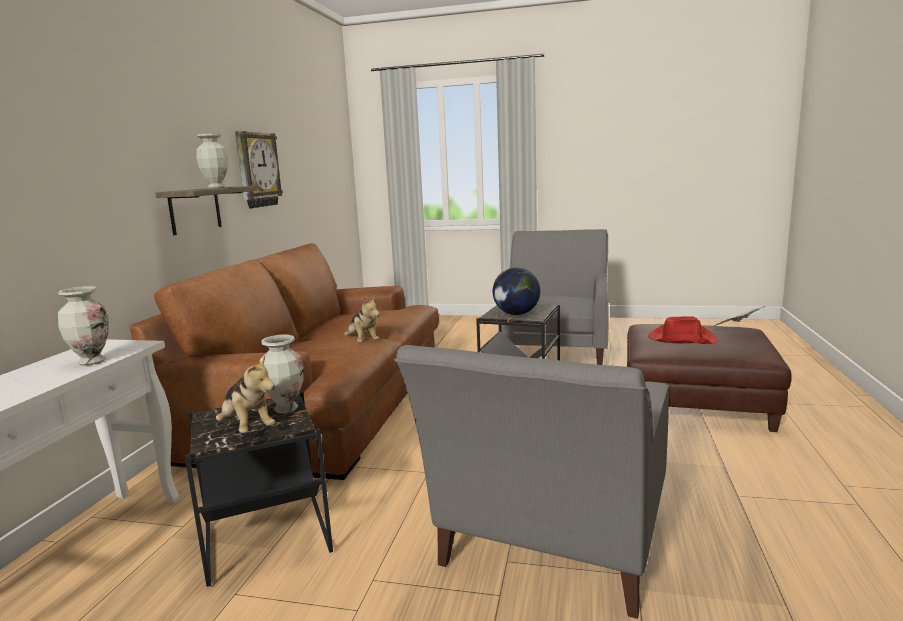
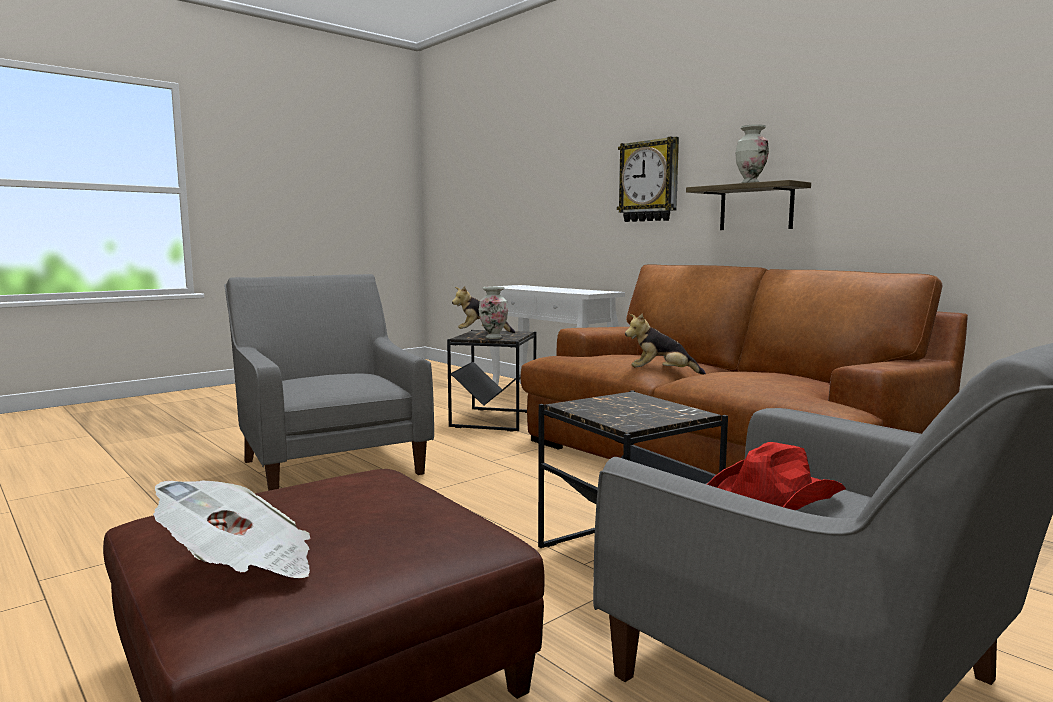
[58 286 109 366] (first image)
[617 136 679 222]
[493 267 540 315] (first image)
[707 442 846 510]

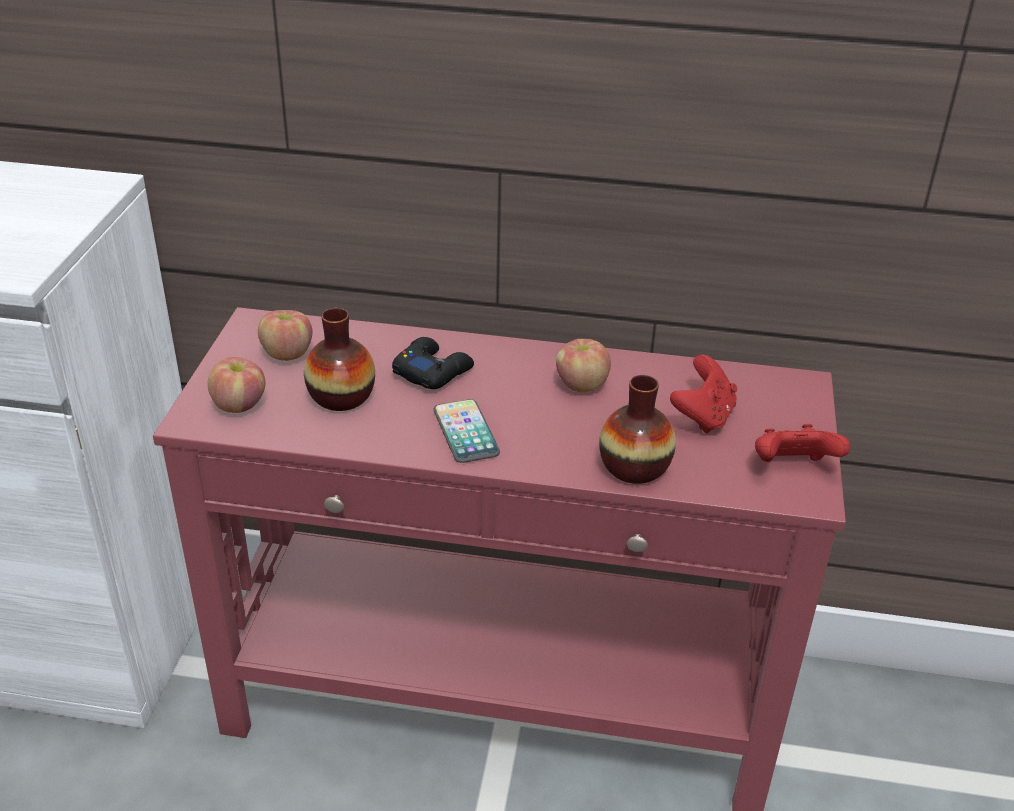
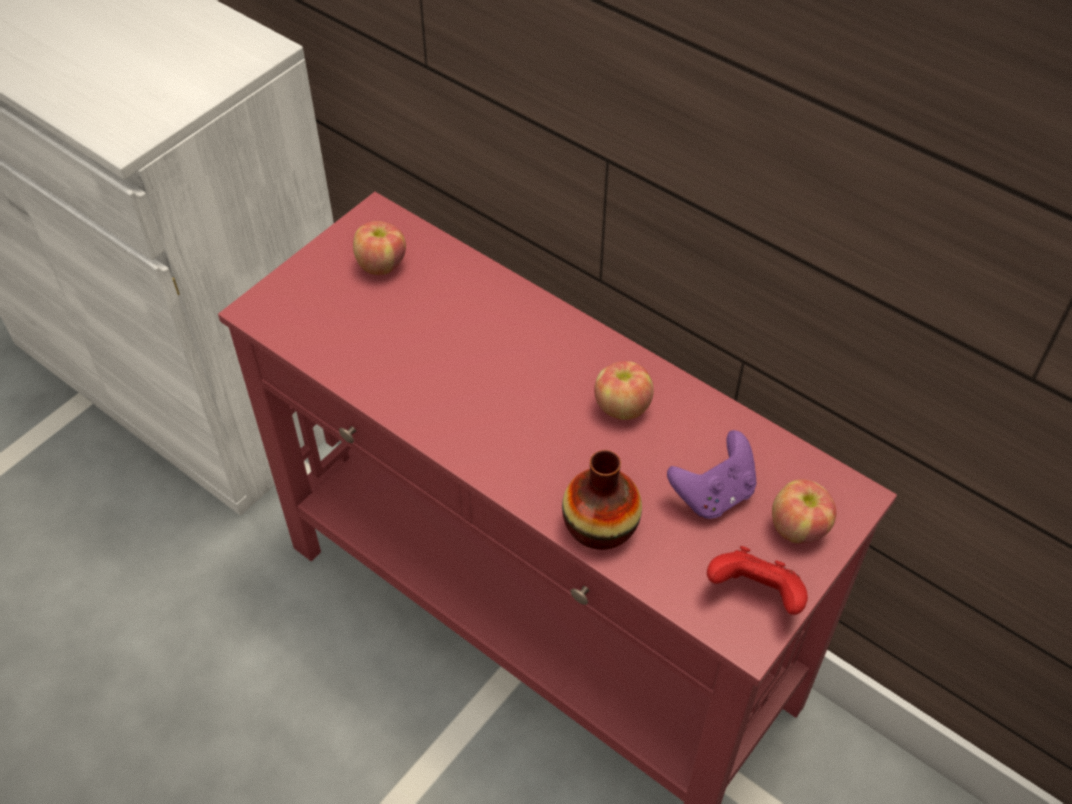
[772 479 837 543]
[304 308 375 411] (first image)
[392 337 474 389] (first image)
[433 399 500 463] (first image)
[667 430 757 519]

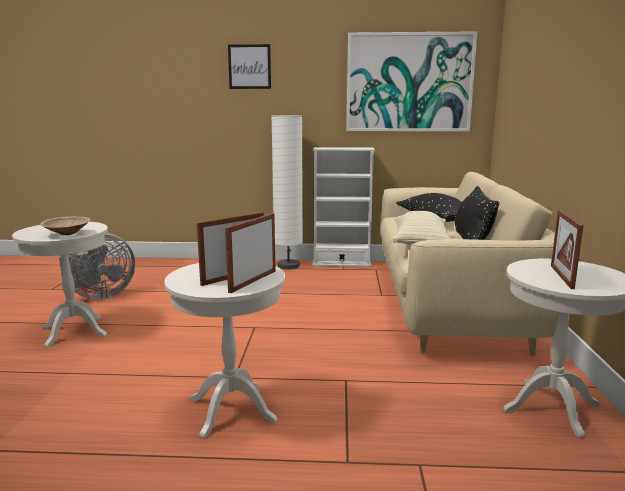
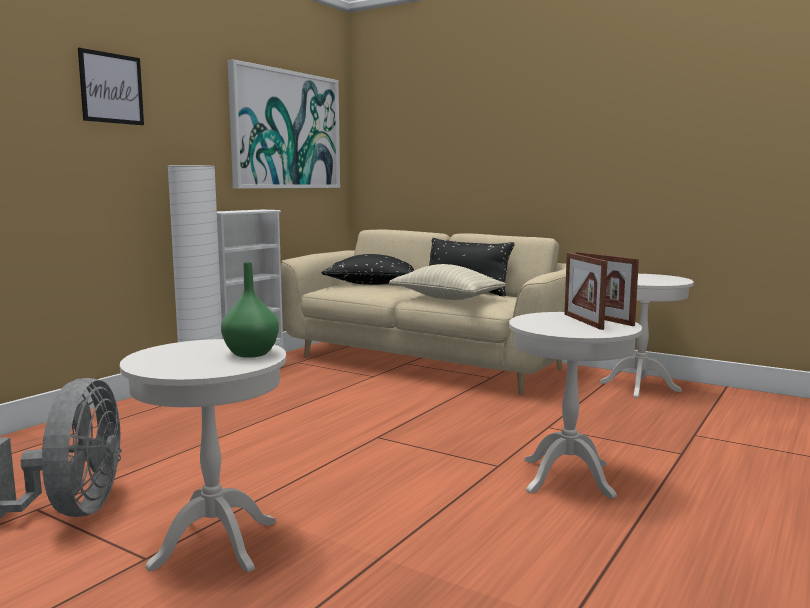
[221 262 279 358]
[551 210 583 289] (first image)

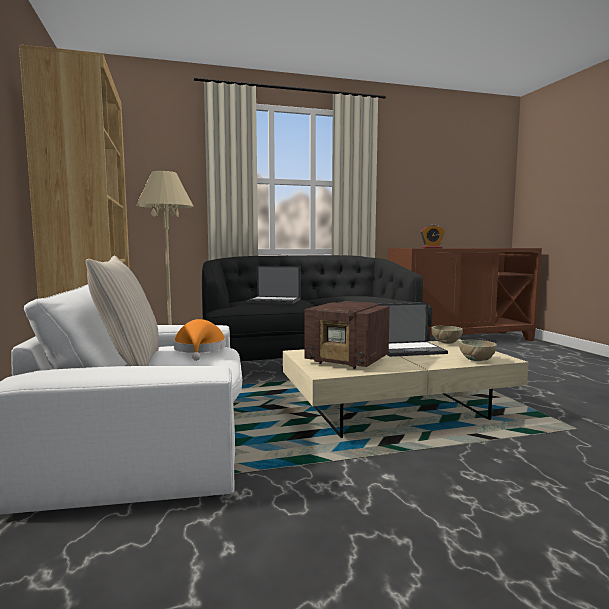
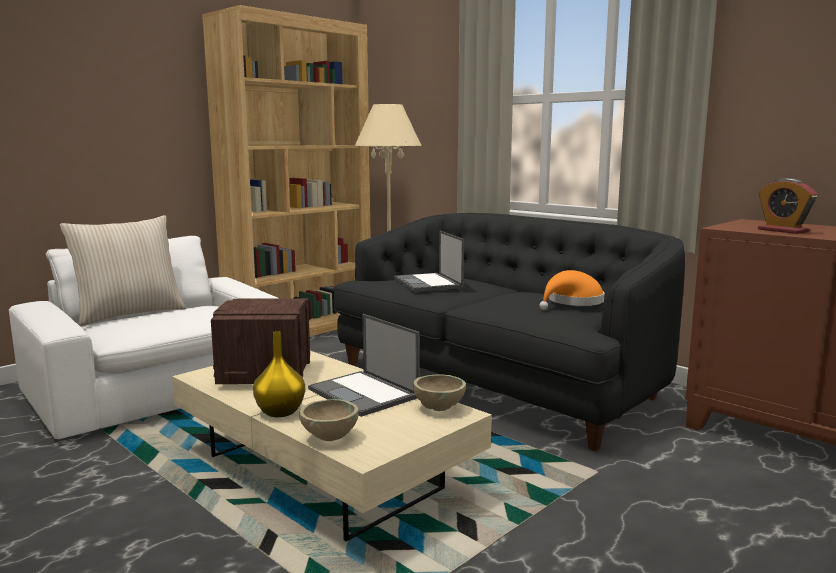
[539 270 605 310]
[253 331 305 417]

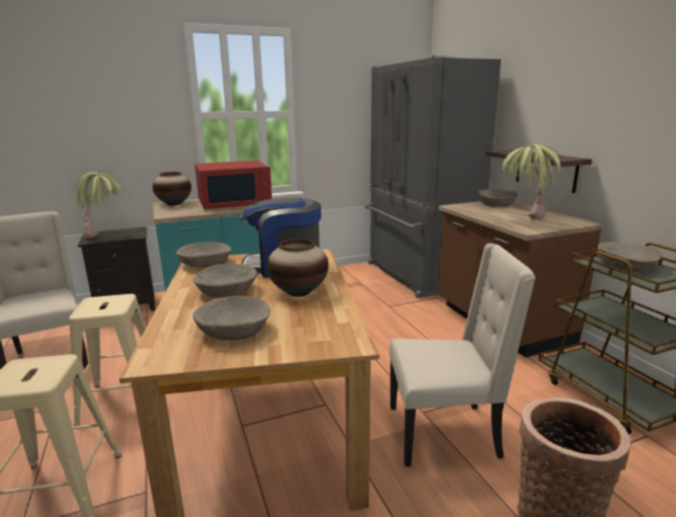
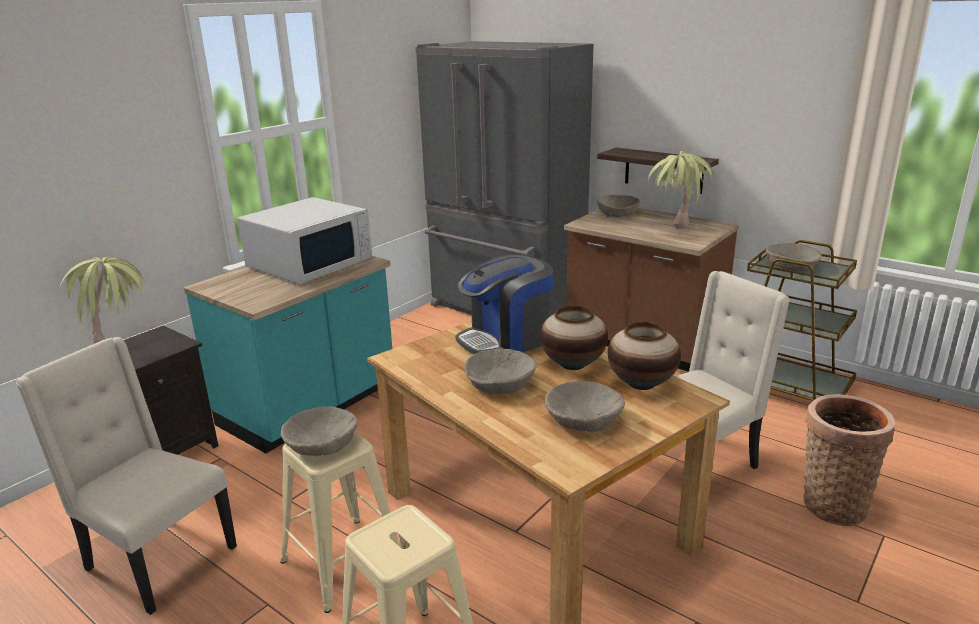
[608 322 681 390]
[280 407 358 456]
[237 197 372 284]

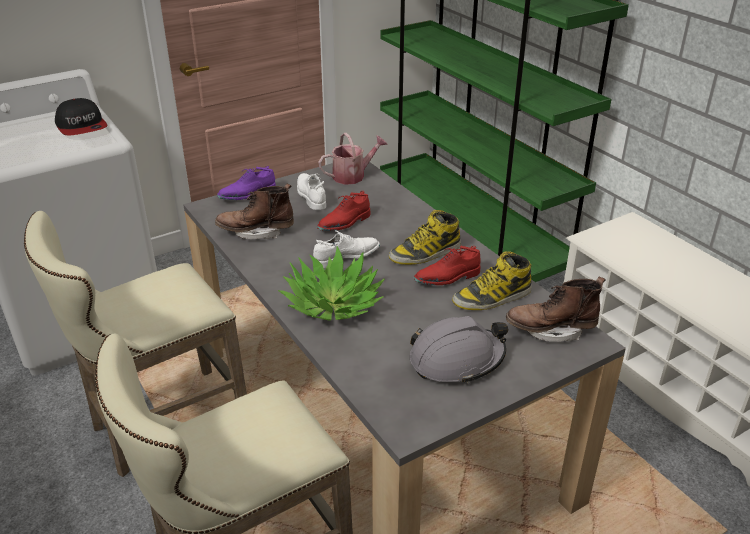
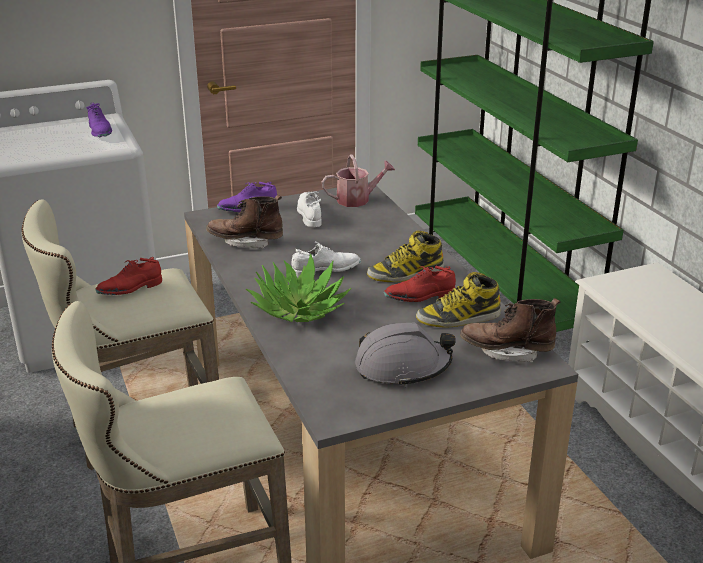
[86 103 112 138]
[95 257 162 295]

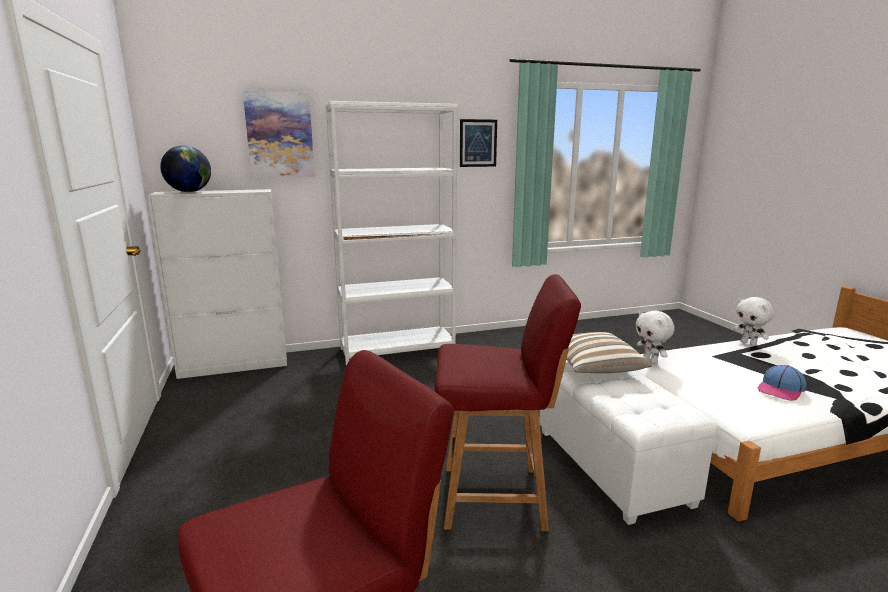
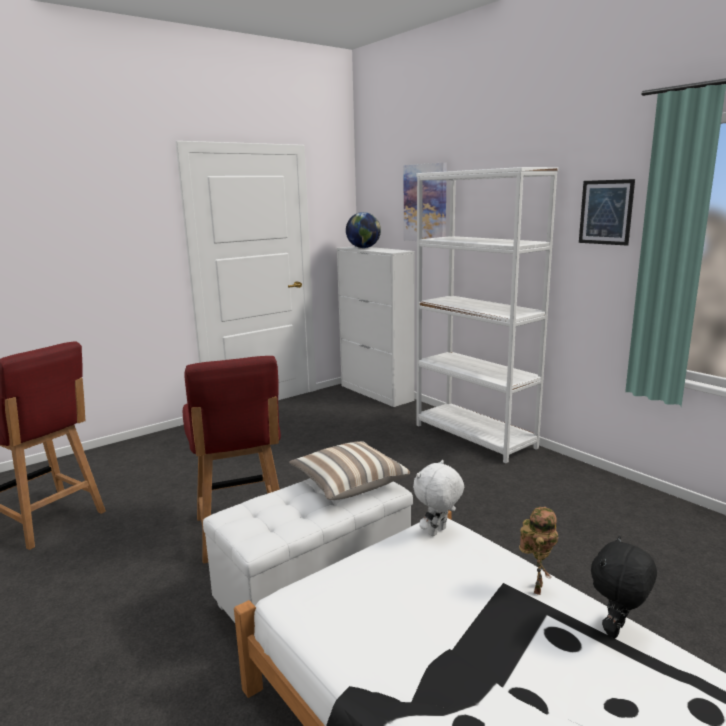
[591 536 657 638]
[758 365 806 401] (first image)
[519 507 558 595]

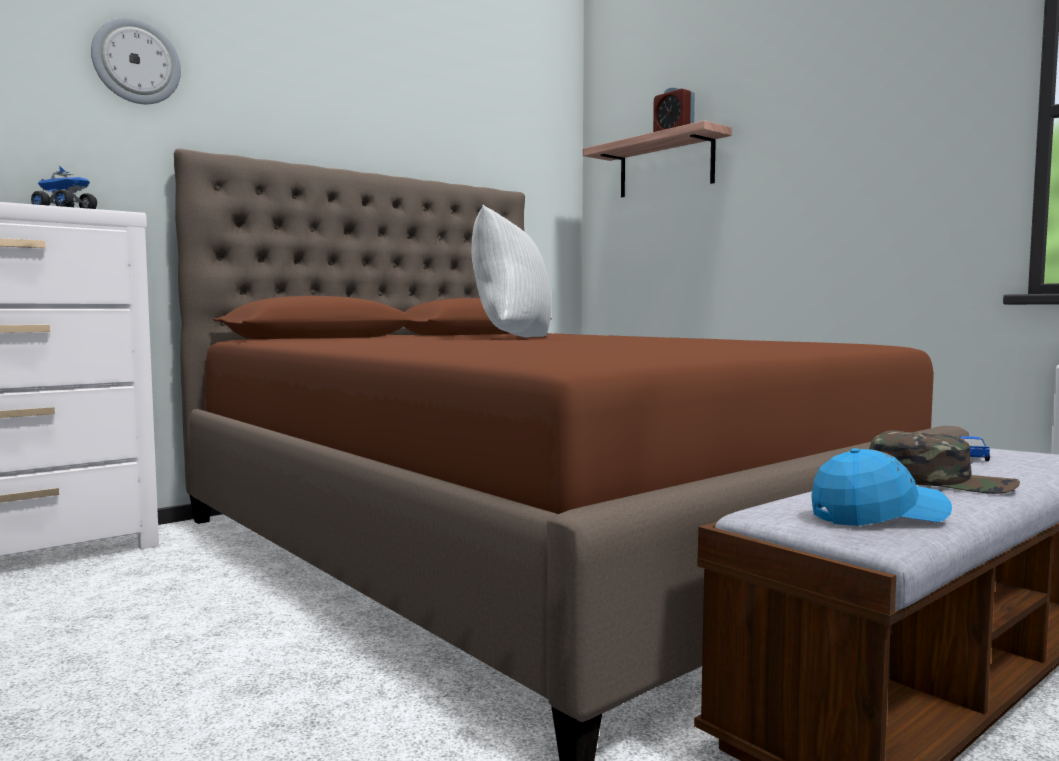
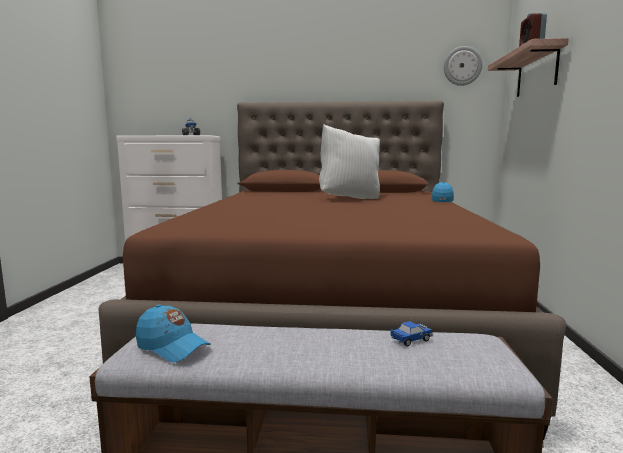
[444 46 482 86]
[869 430 1020 494] (first image)
[432 182 454 202]

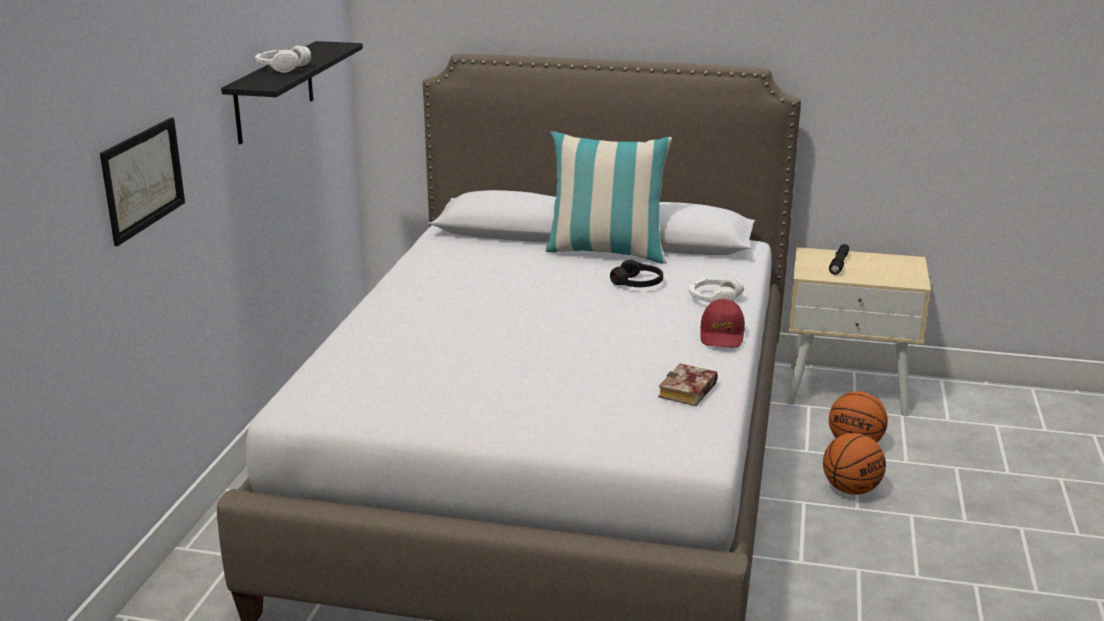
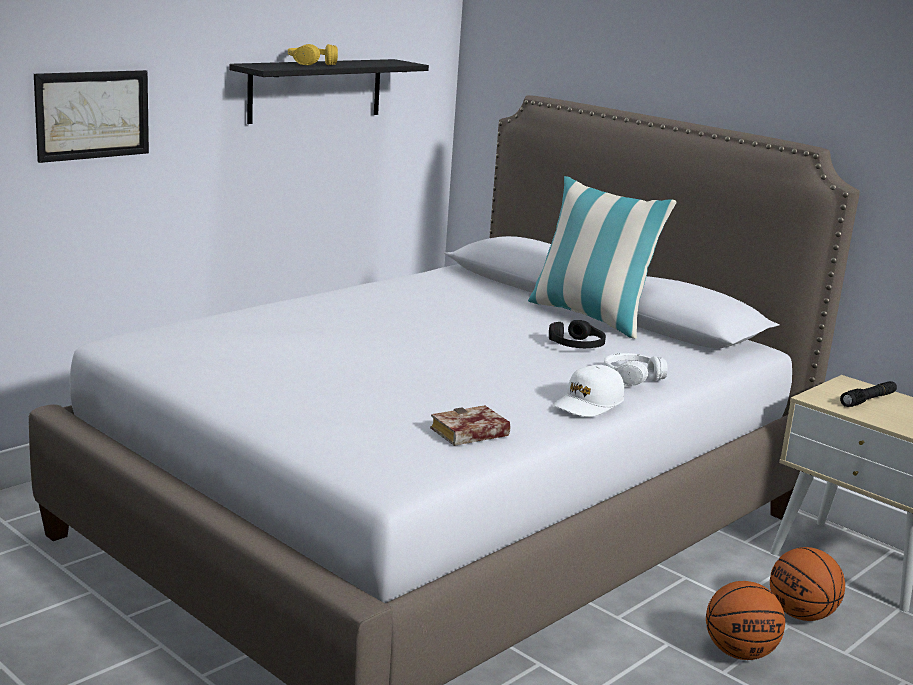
[288 44 338 65]
[553 365 624 417]

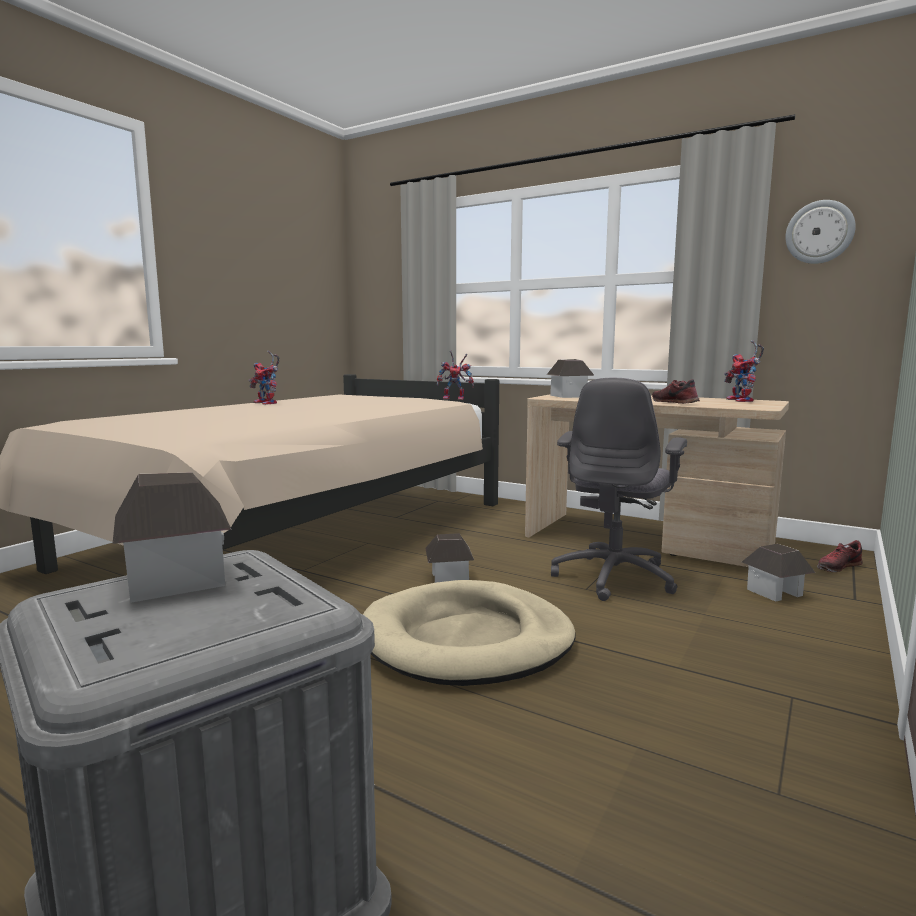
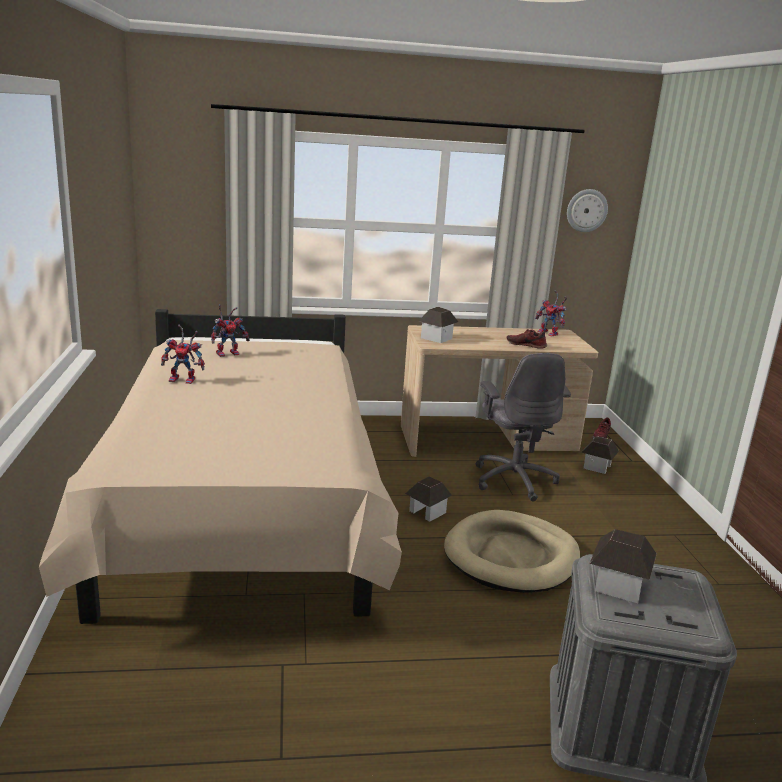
[211 304 250 357]

